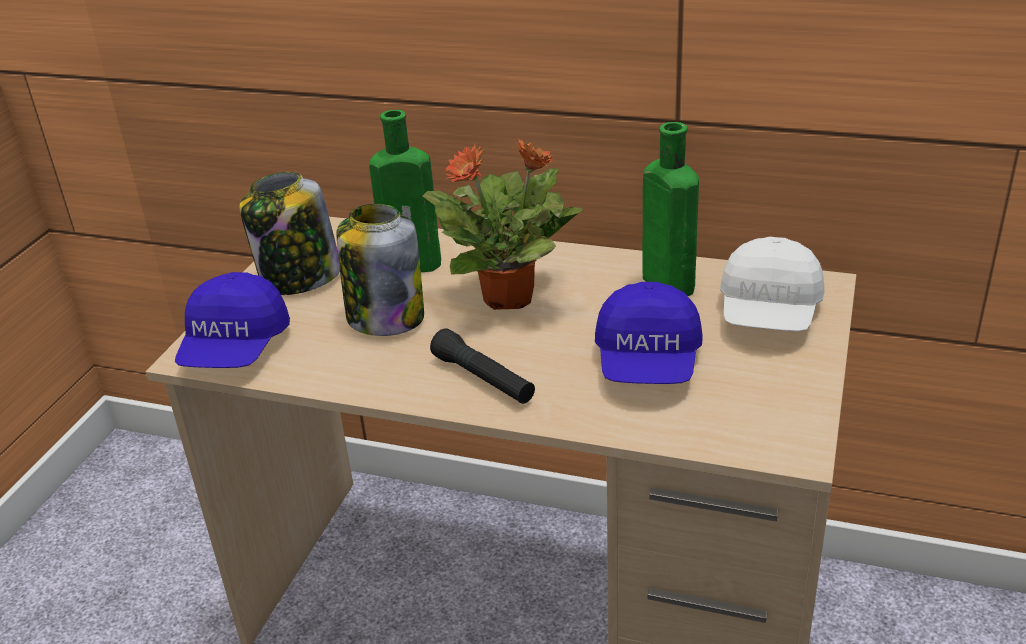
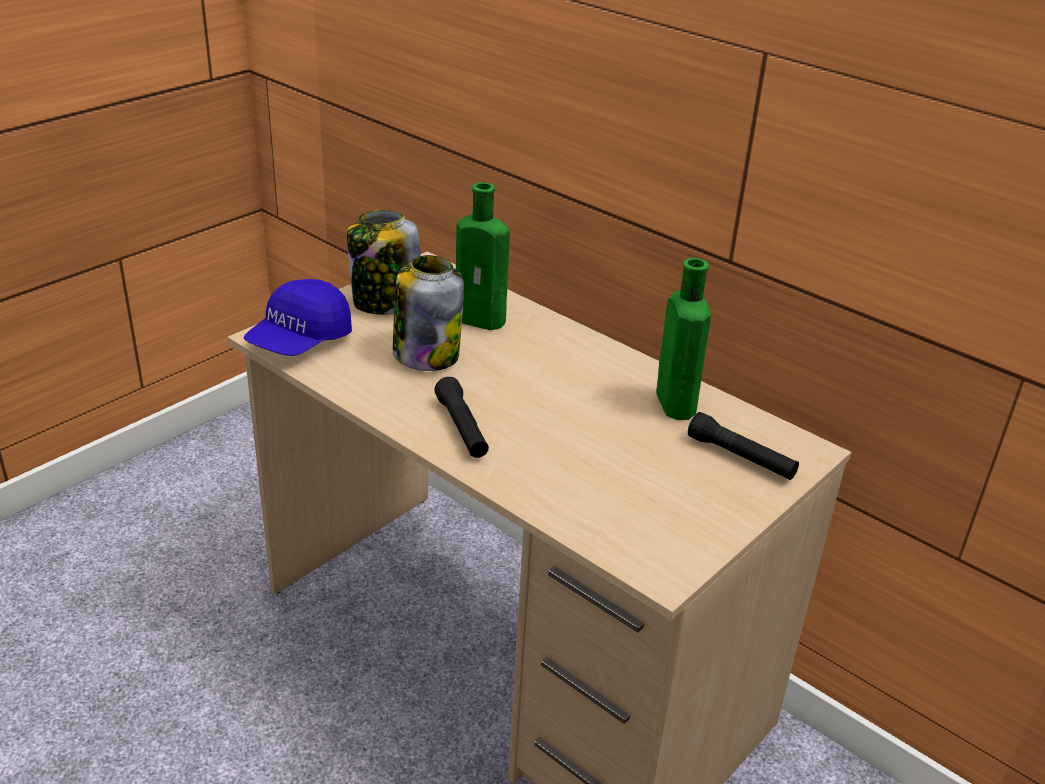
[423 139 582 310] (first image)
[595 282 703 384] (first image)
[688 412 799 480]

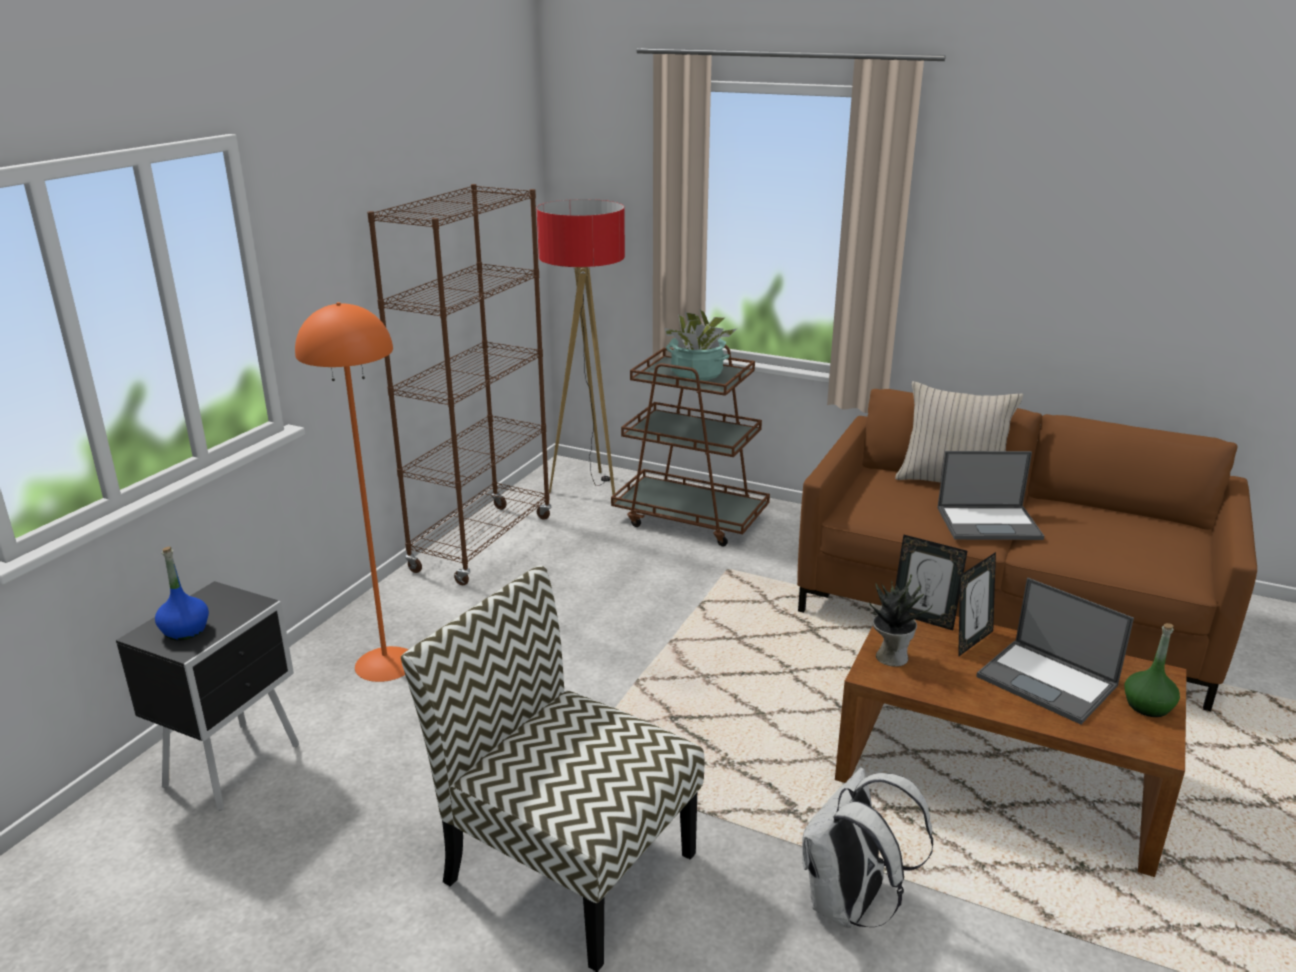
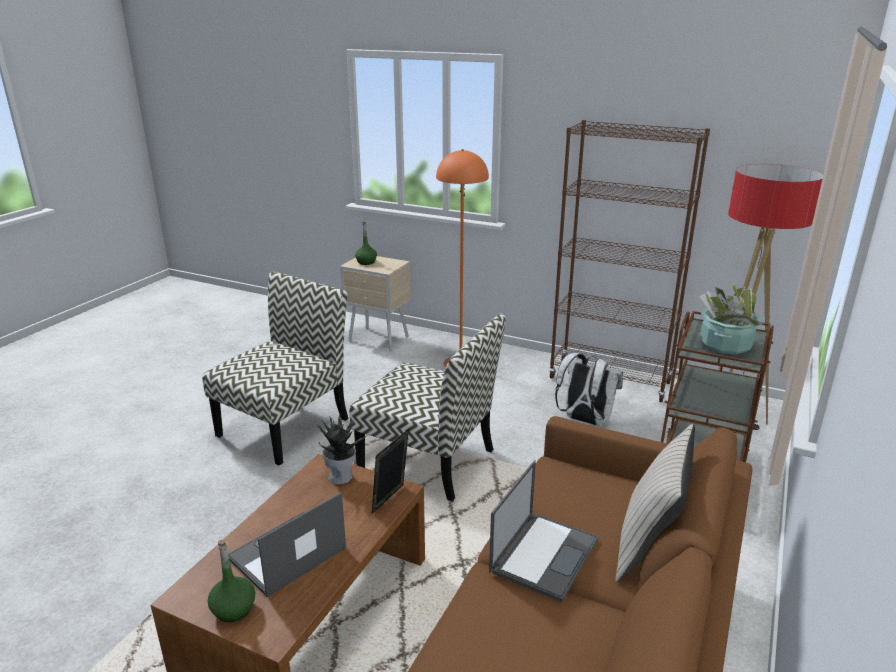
[340 256 411 351]
[355 222 377 265]
[555 353 623 426]
[489 460 598 602]
[958 552 996 657] (first image)
[349 314 506 501]

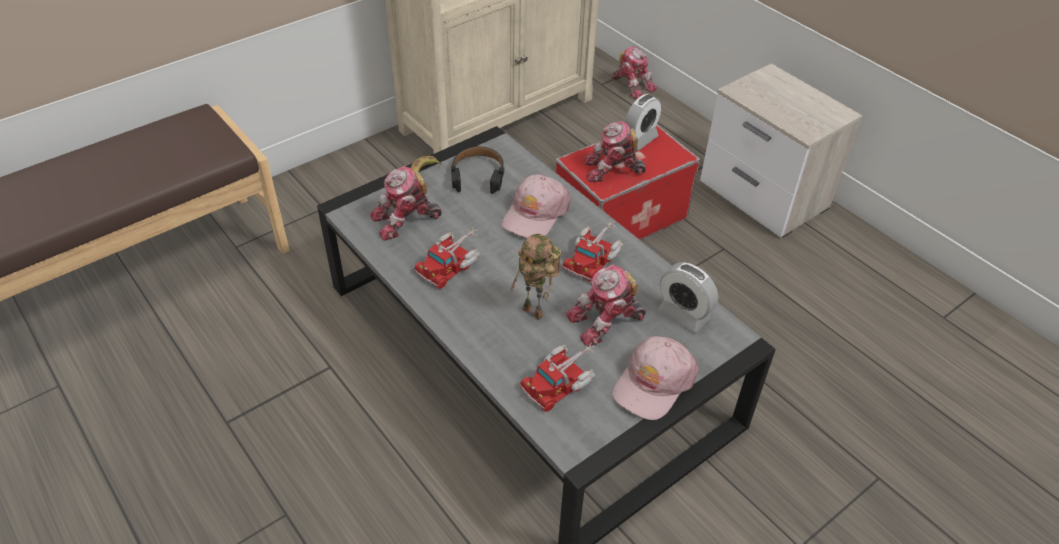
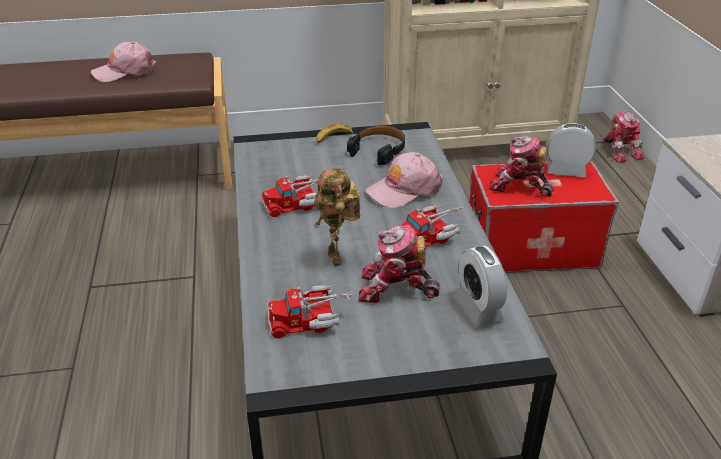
[370 165 442 241] (first image)
[91 42 156 82]
[547 123 596 177]

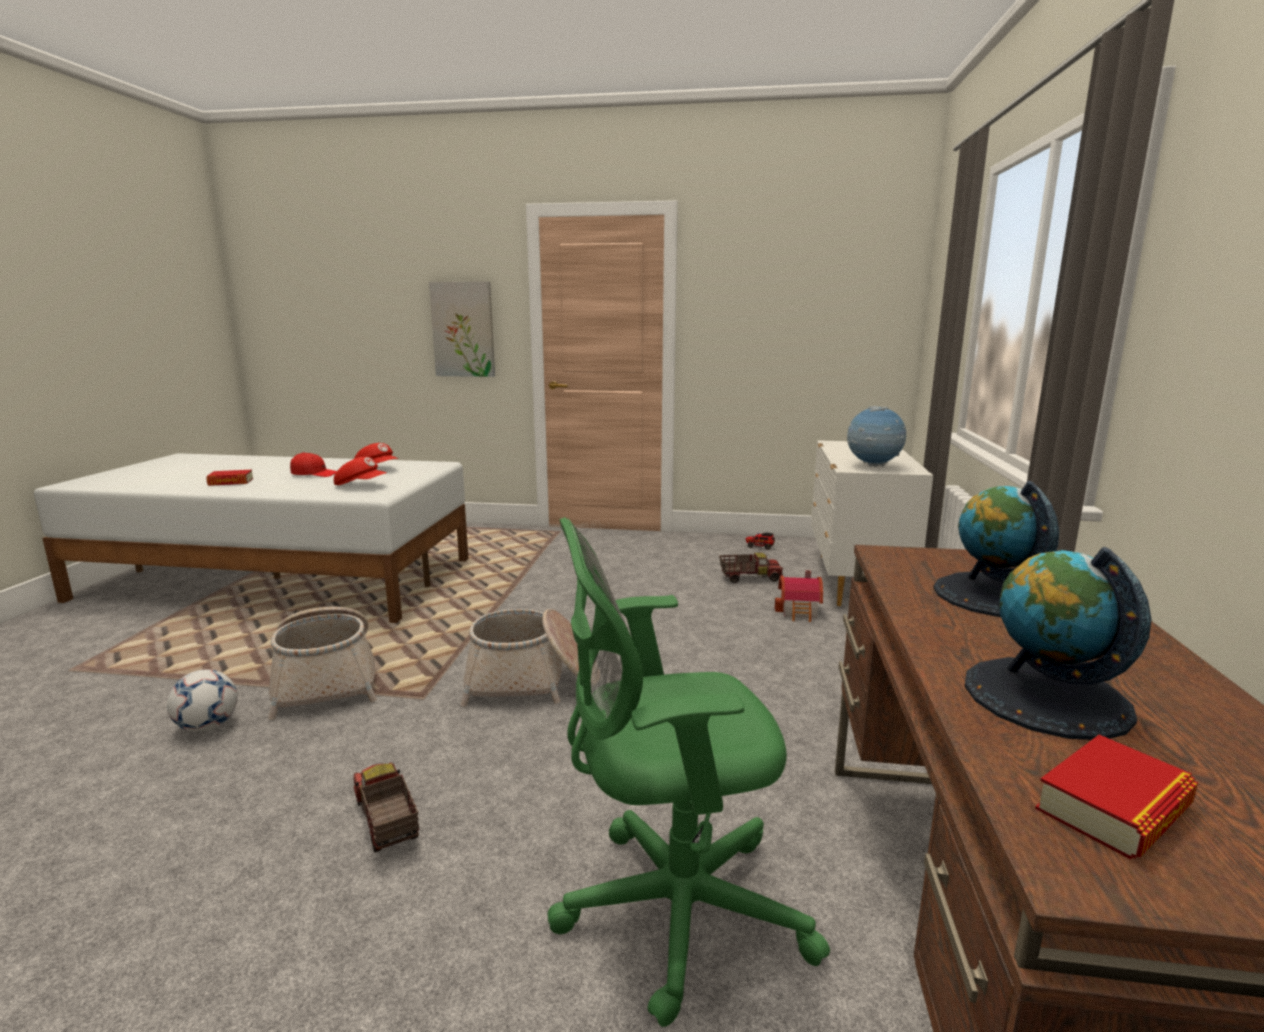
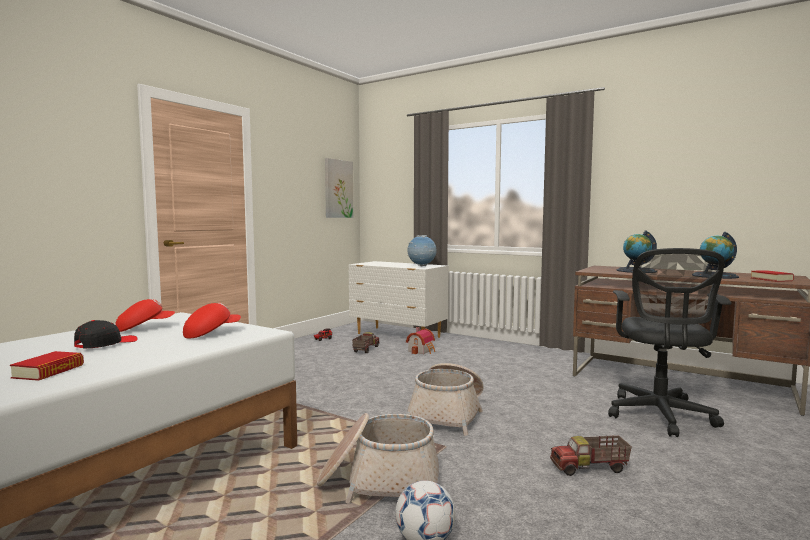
[74 320 137 348]
[325 158 353 218]
[608 248 732 437]

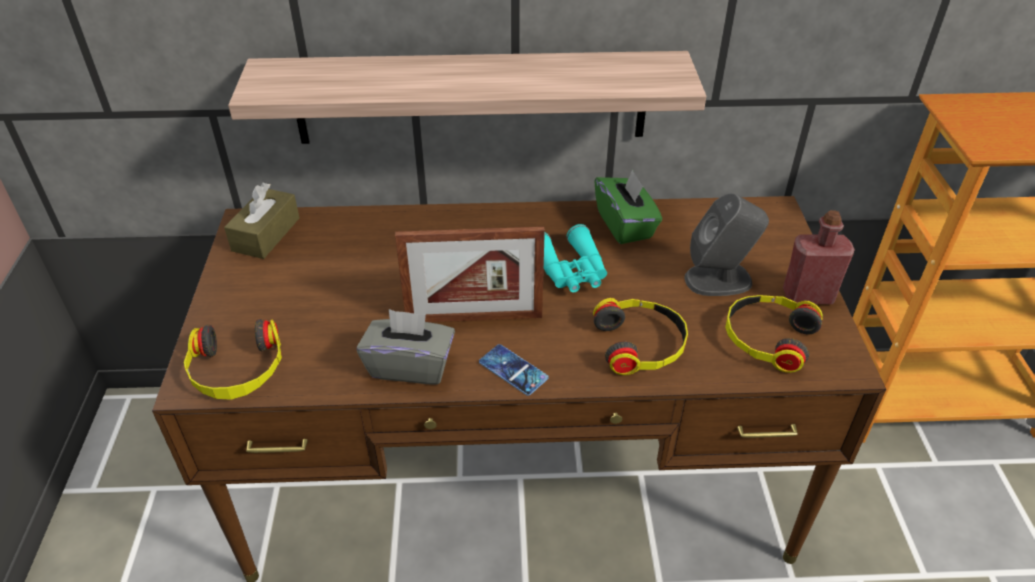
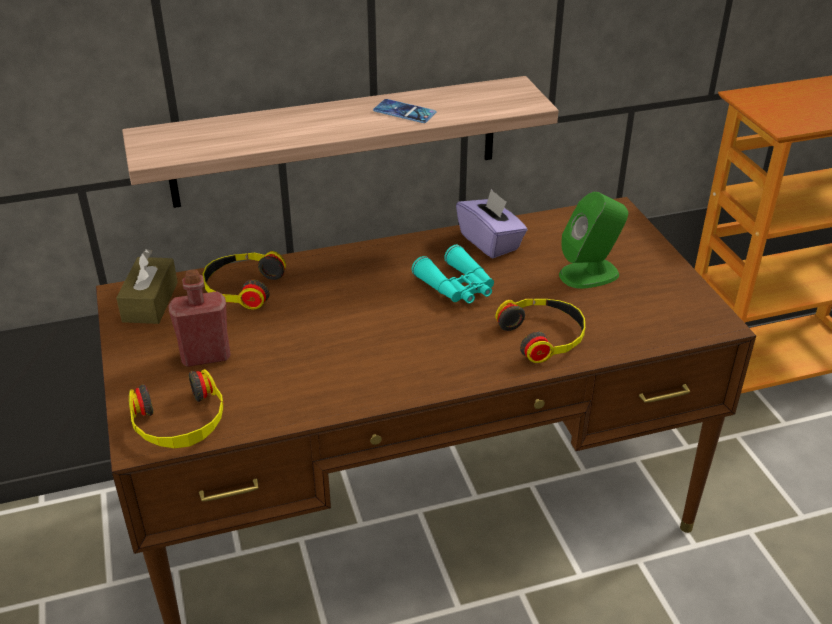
[357 309 455 385] (first image)
[395 227 545 322] (first image)
[373 99 436 123]
[456 189 528 258]
[559 192 628 289]
[203 251 286 309]
[168 269 231 367]

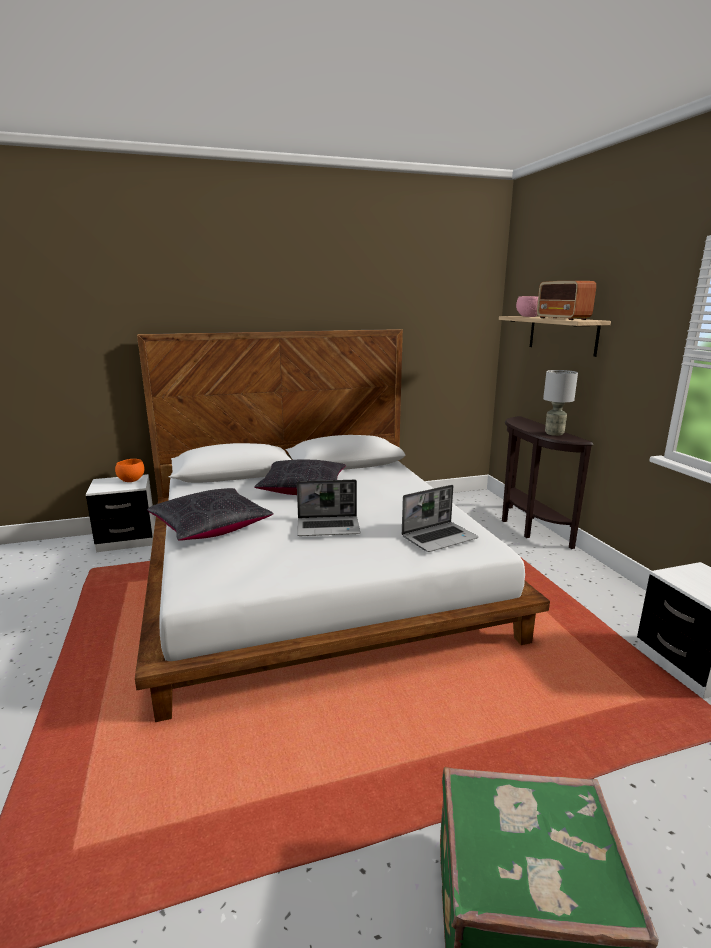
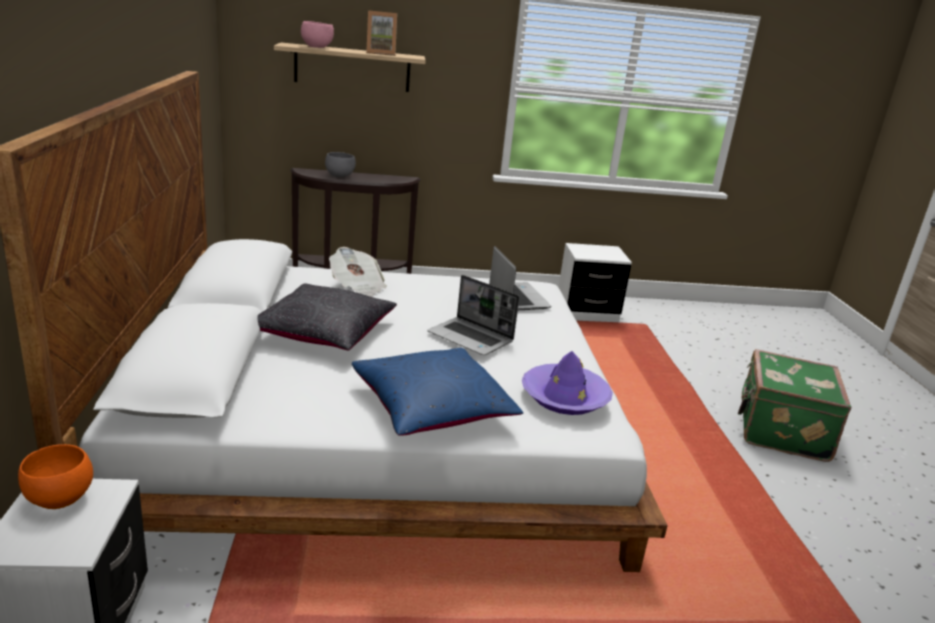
[352 348 523 436]
[428 275 519 356]
[366 10 397 56]
[543 370 578 436] (first image)
[325 152 356 177]
[329 247 387 297]
[522 351 613 415]

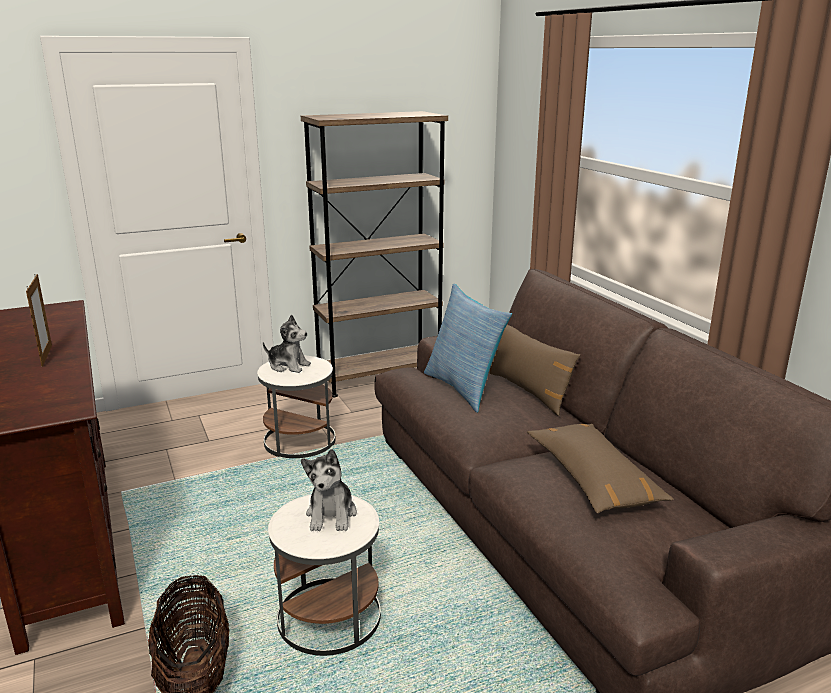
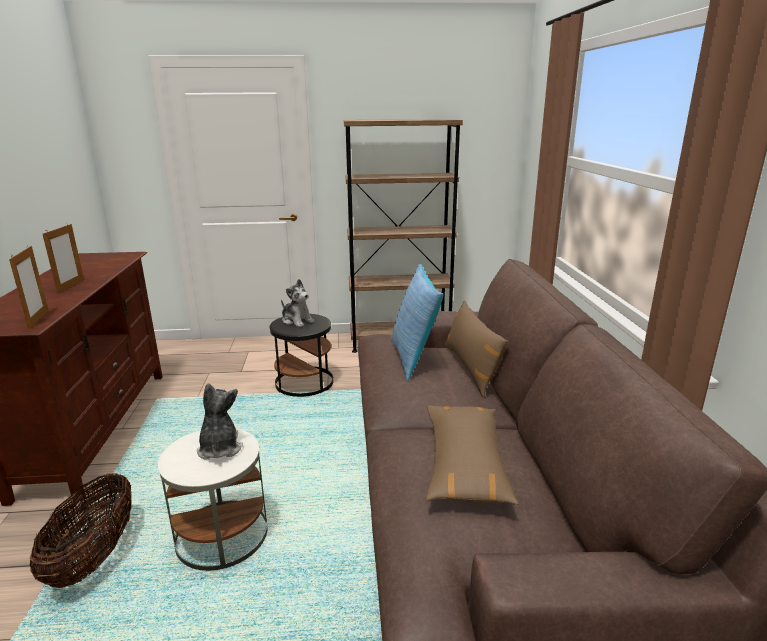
[270 314 333 397]
[197 383 243 460]
[9 245 48 329]

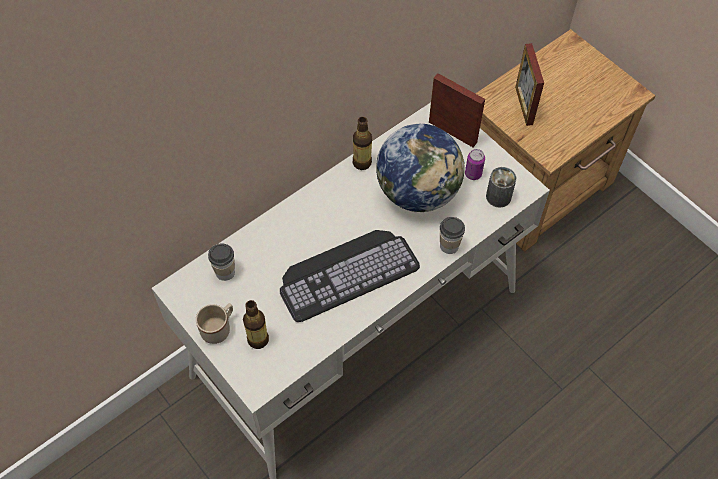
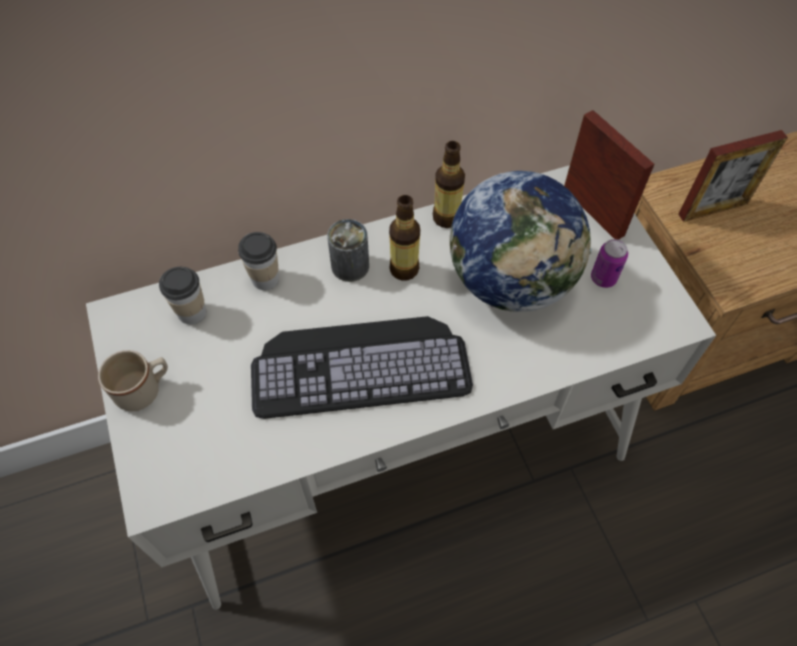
[389 195 420 281]
[238 232 279 290]
[327 219 369 282]
[678 130 788 222]

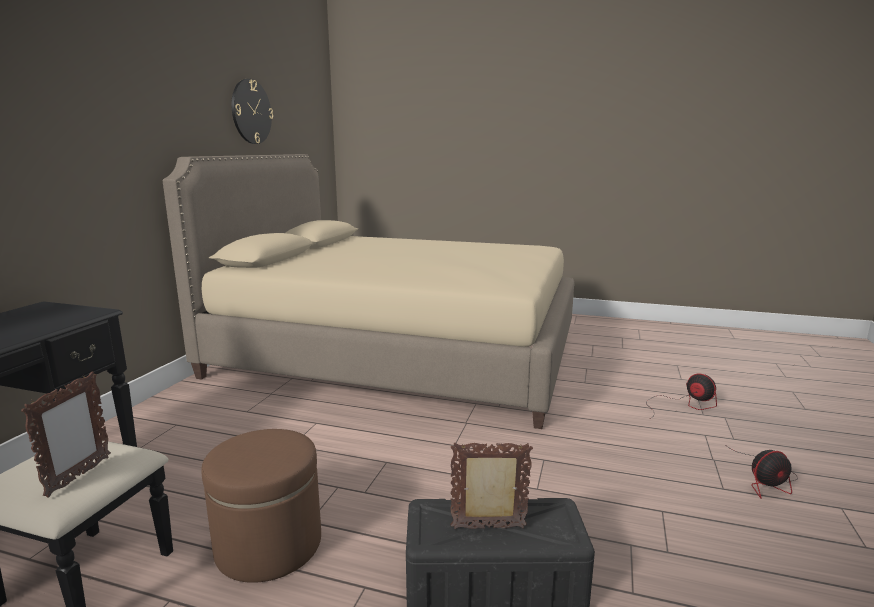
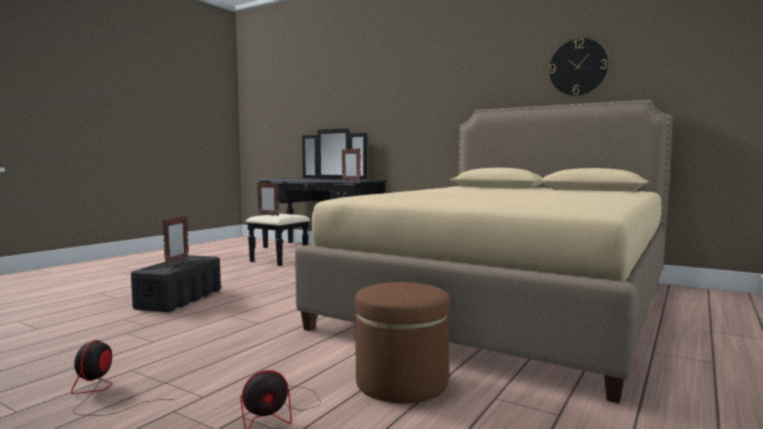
[355 282 450 403]
[341 148 361 181]

